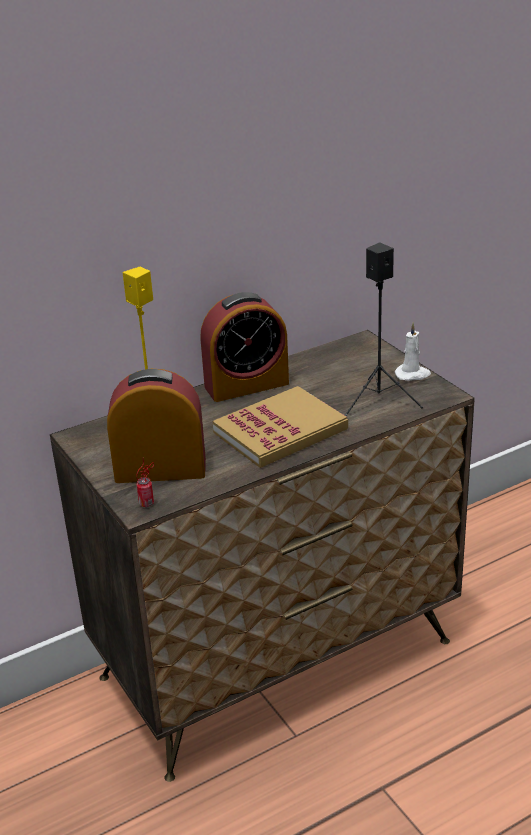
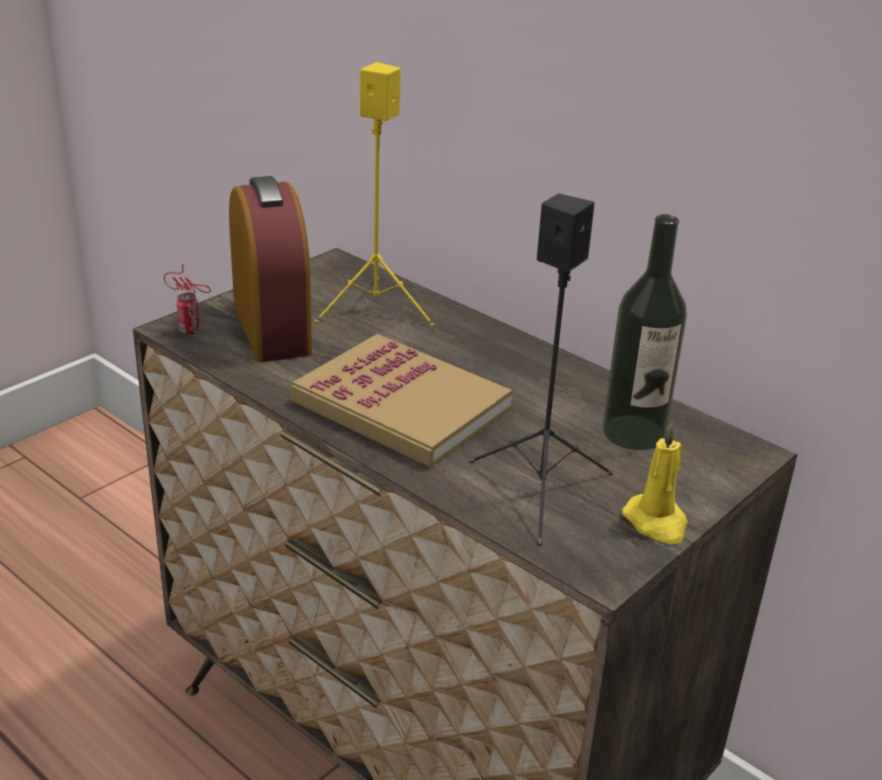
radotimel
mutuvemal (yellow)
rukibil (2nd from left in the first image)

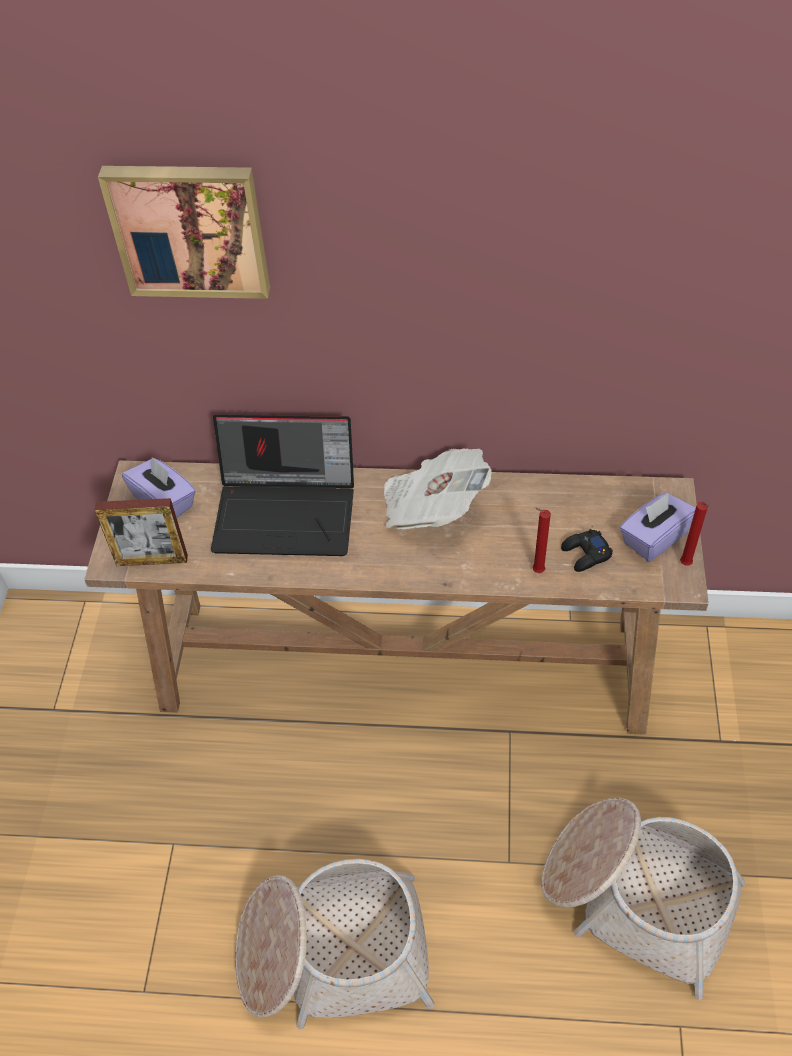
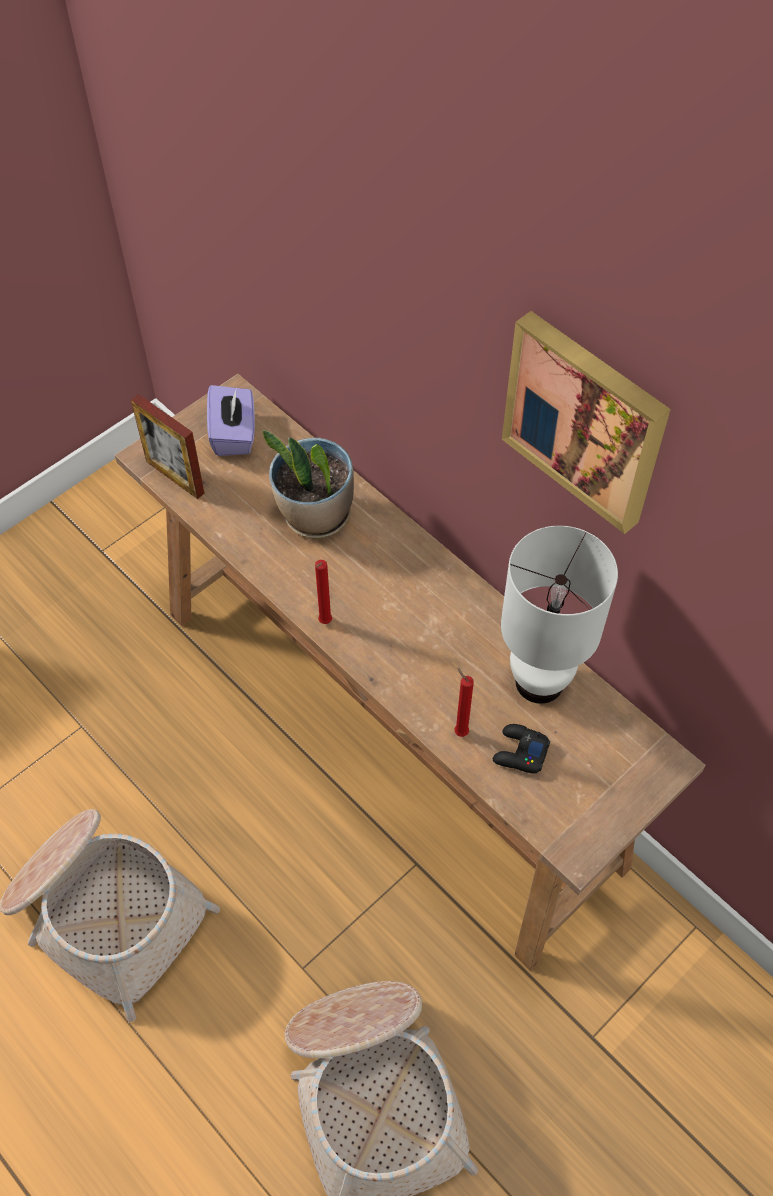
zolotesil
mutuvemal (red) (1st from left)
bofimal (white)
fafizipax
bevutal
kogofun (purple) (2nd from left in the first image)

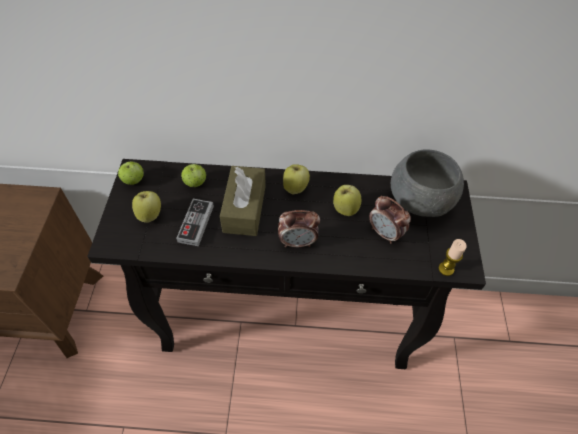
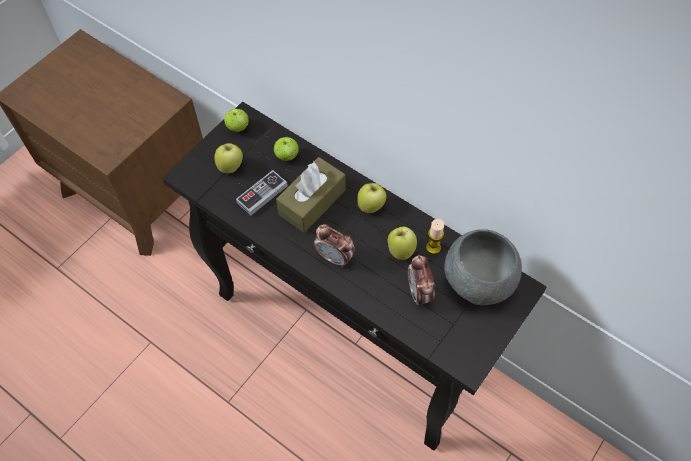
mutuvemal

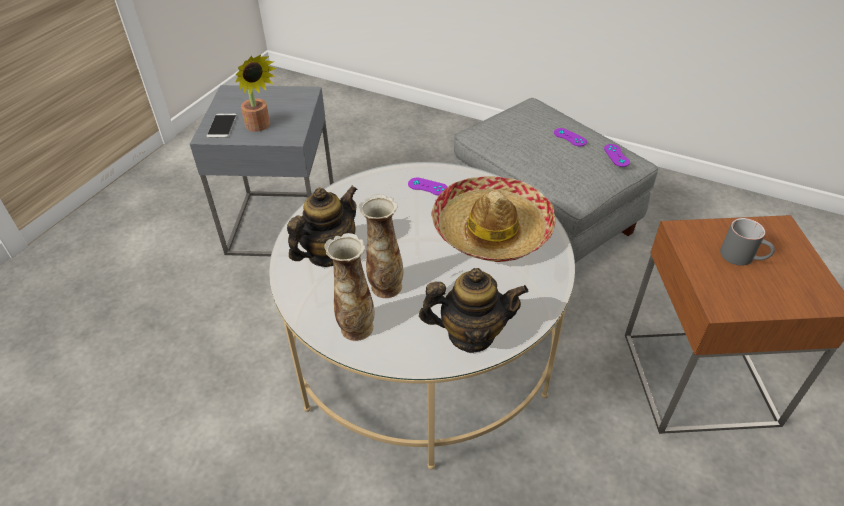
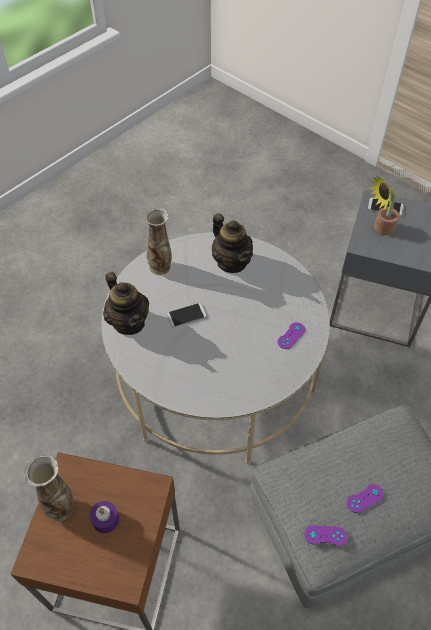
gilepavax (1st from left)
mutuvemal (purple)
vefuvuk (1st from left)
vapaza (1st from left)
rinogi

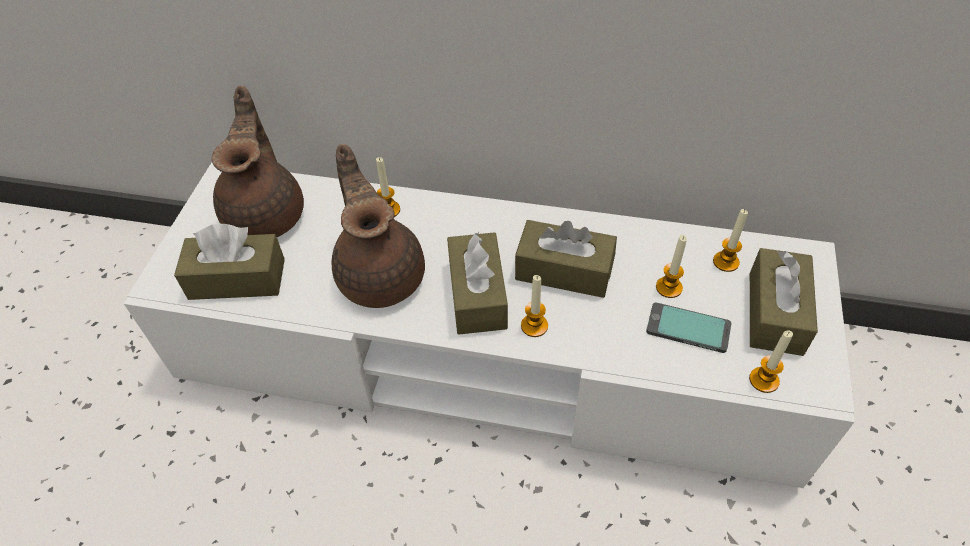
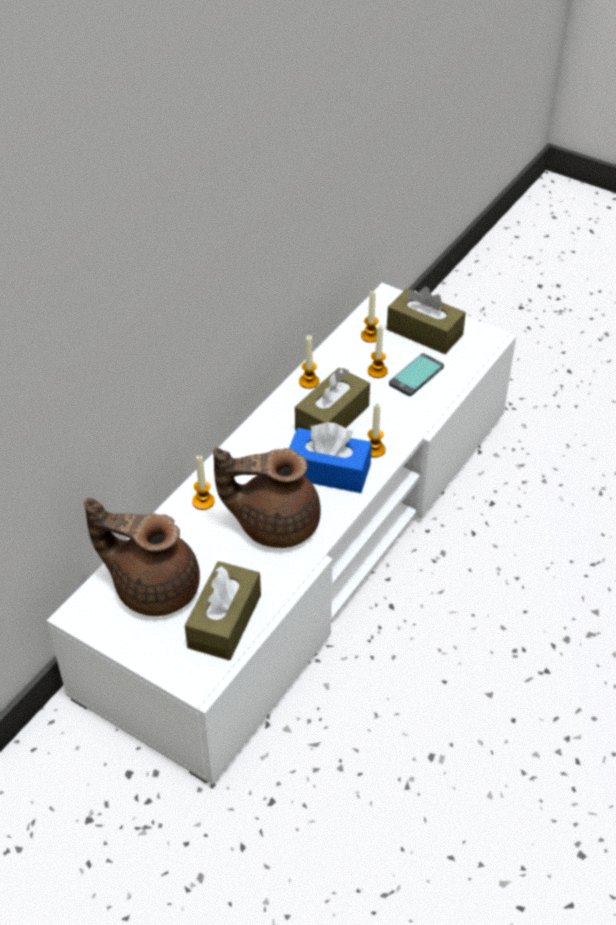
kogofun (blue)
mutuvemal (2nd from left)

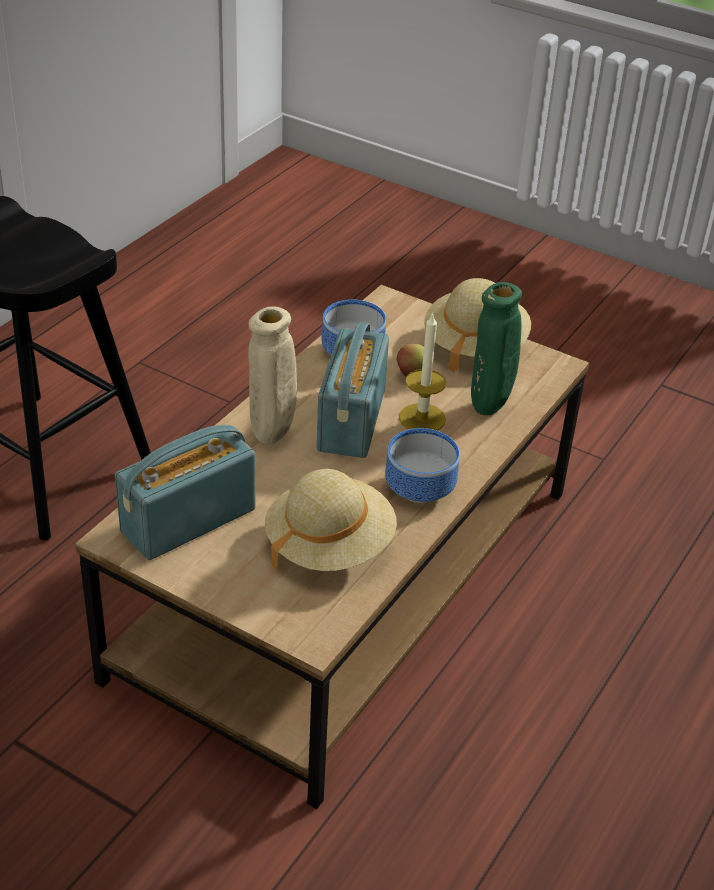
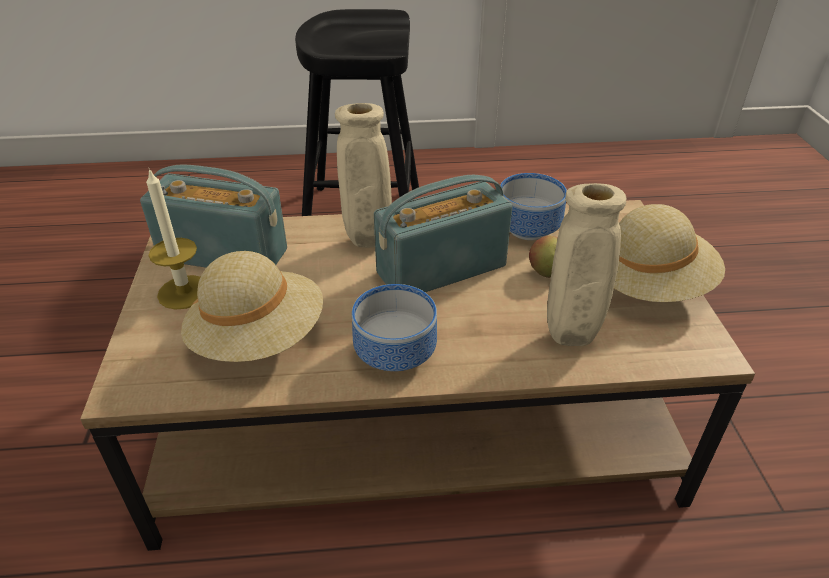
mutuvemal
gilepavax (beige) (2nd from left)

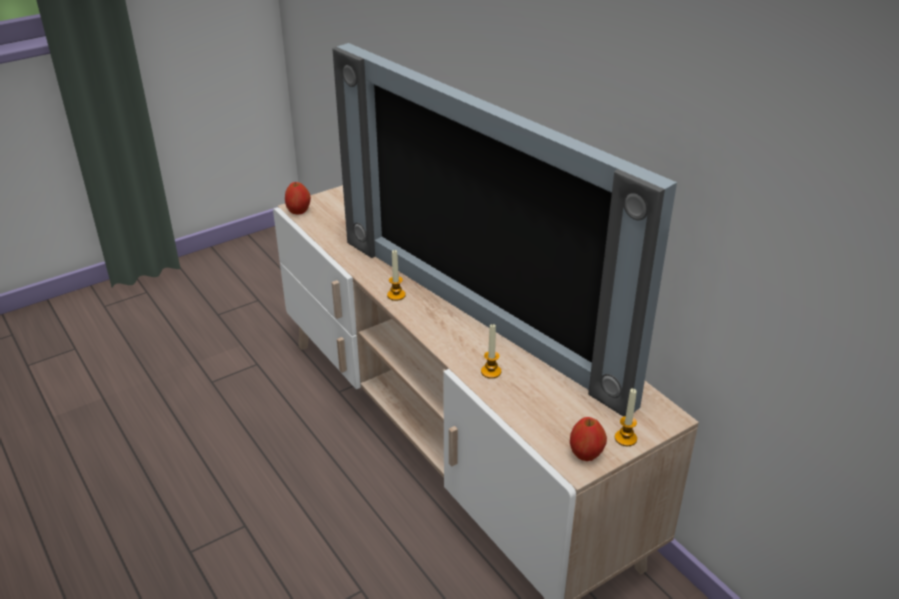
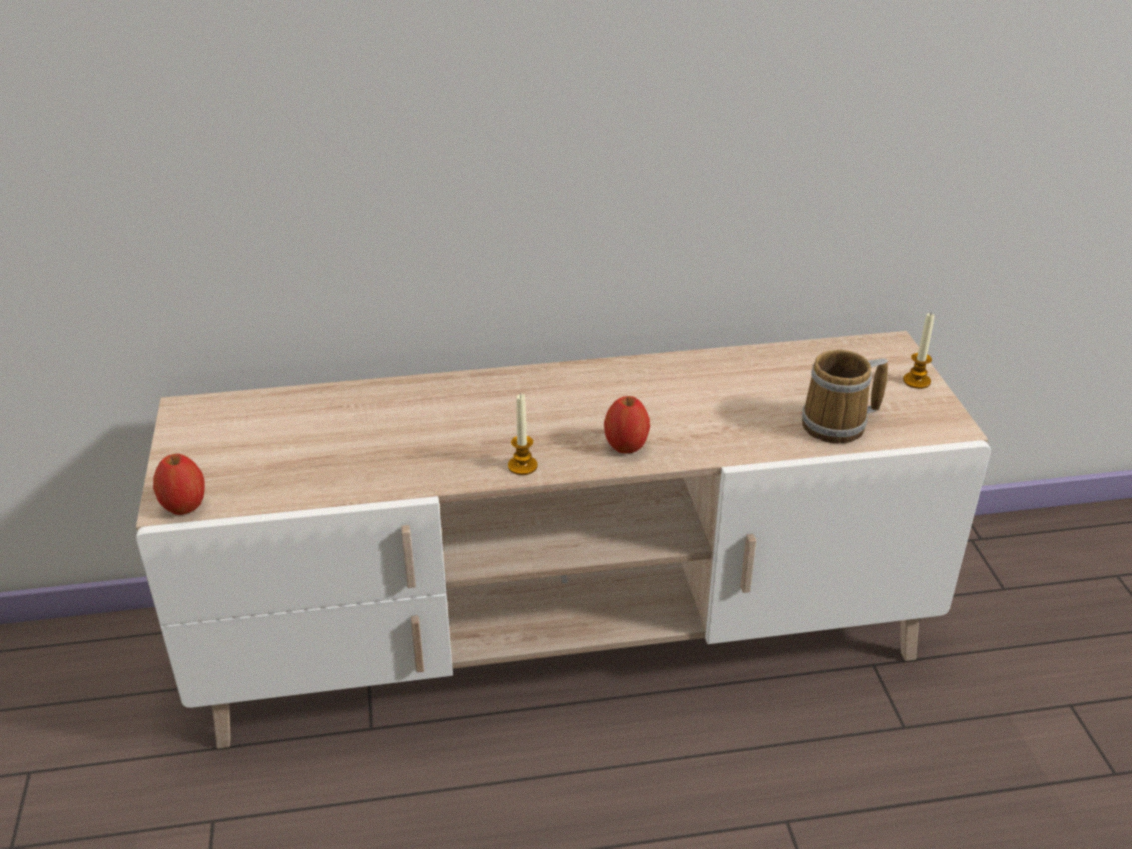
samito (2nd from left)
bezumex
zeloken
mutuvemal (2nd from left in the first image)

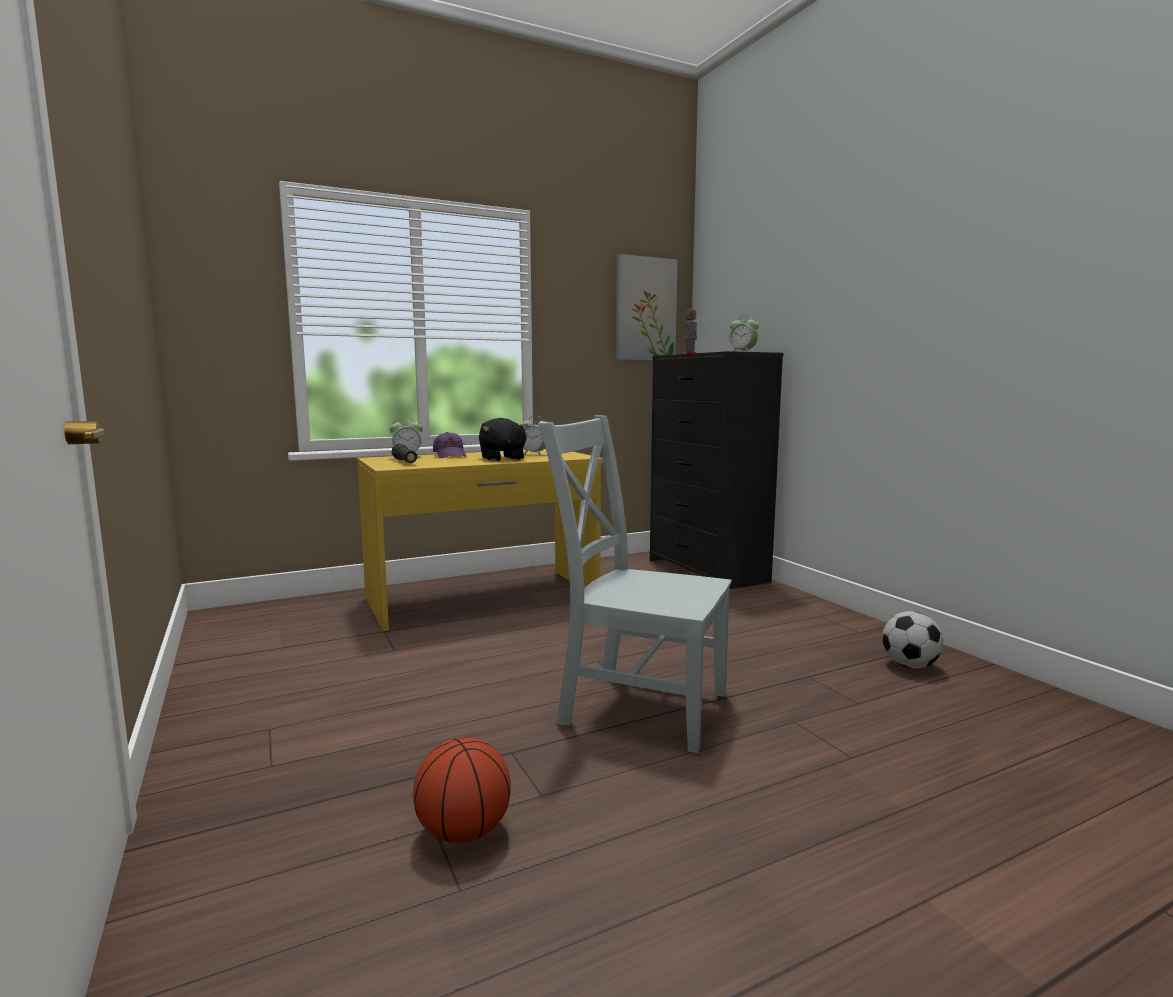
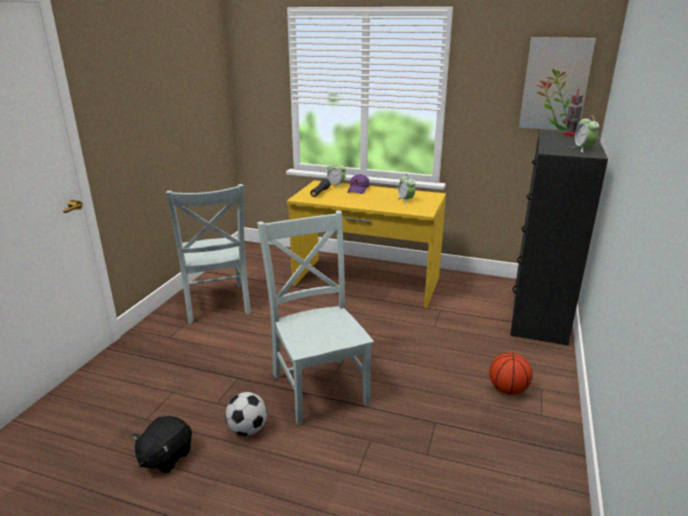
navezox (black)
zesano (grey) (1st from left)
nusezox
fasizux

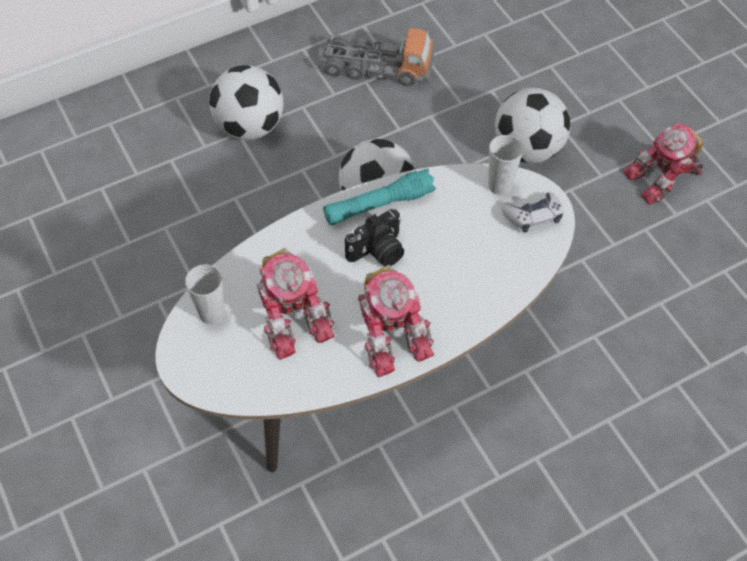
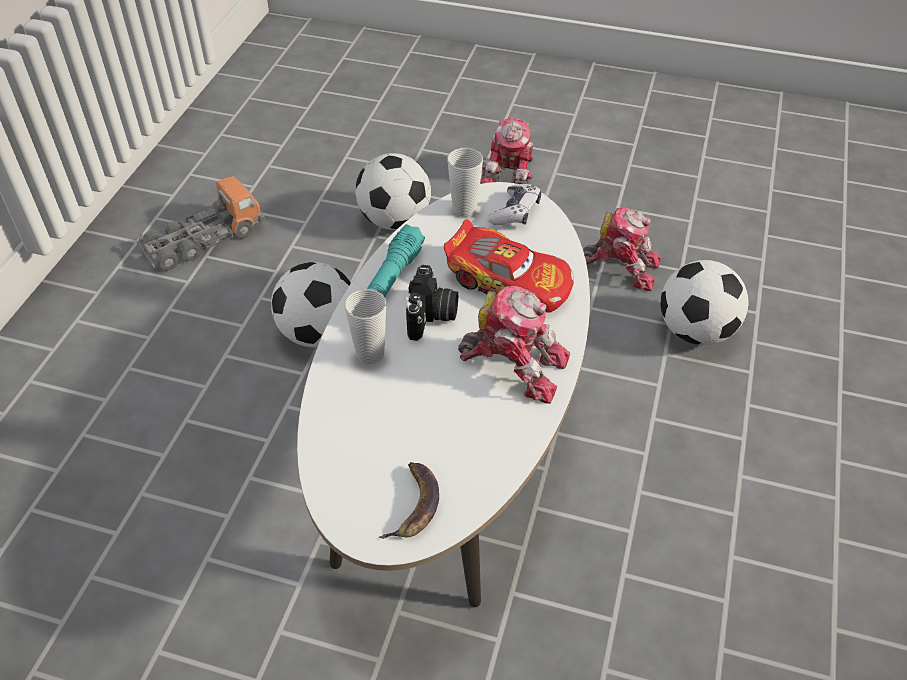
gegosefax (1st from left)
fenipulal
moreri
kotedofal (3rd from left)
nusezox (3rd from left)

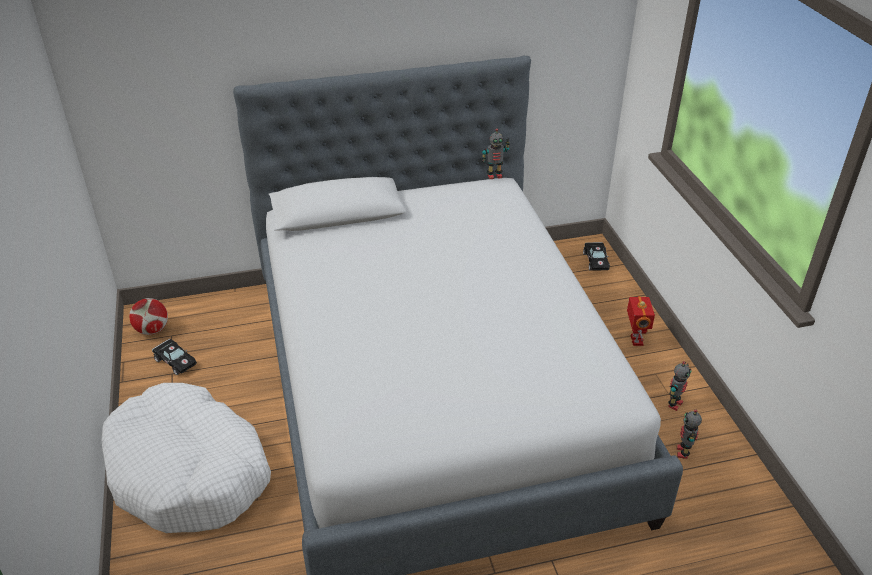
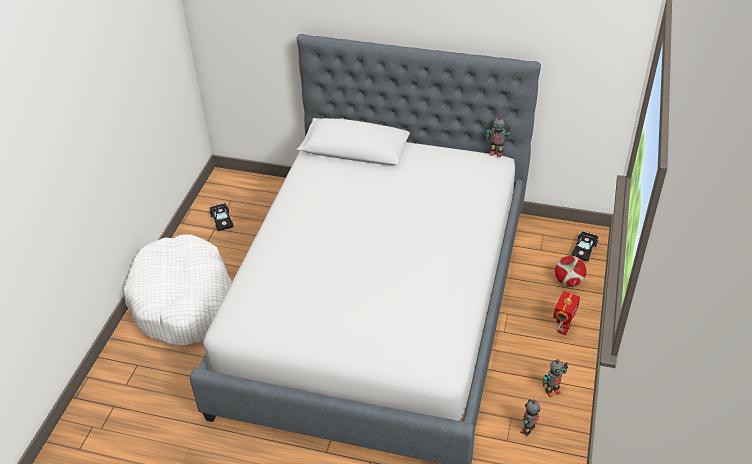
nusezox

